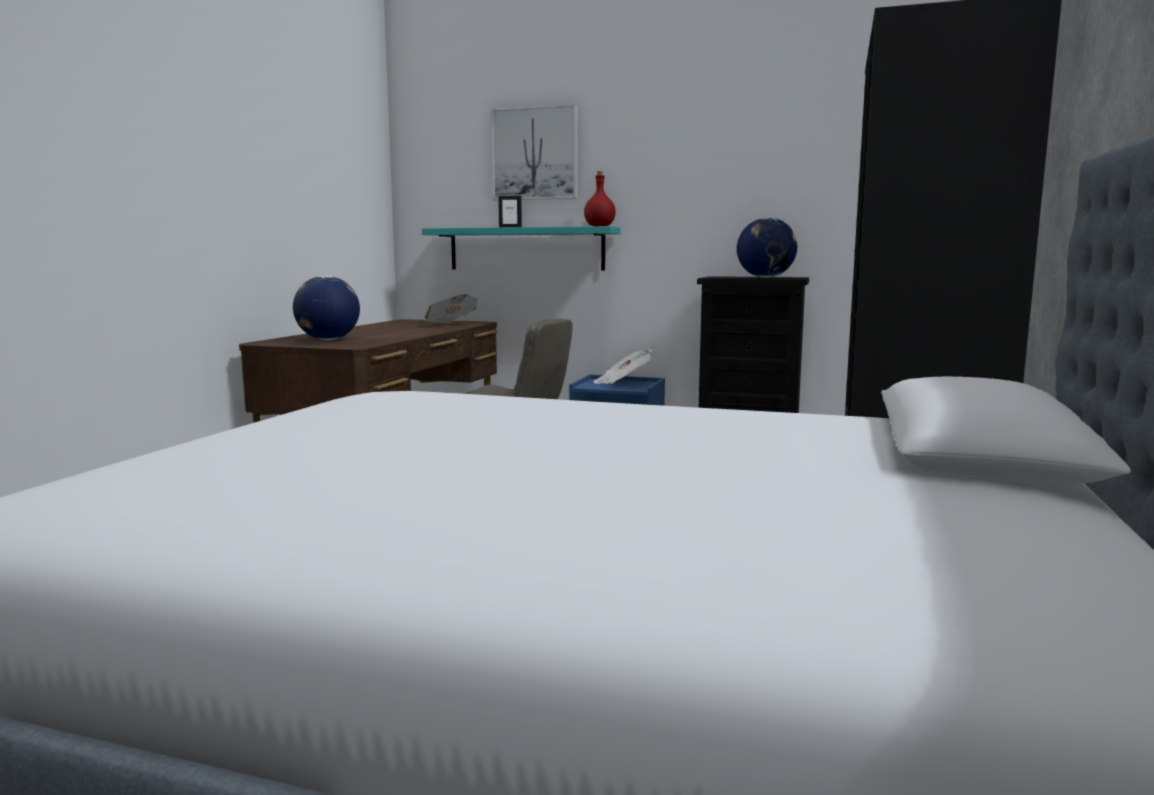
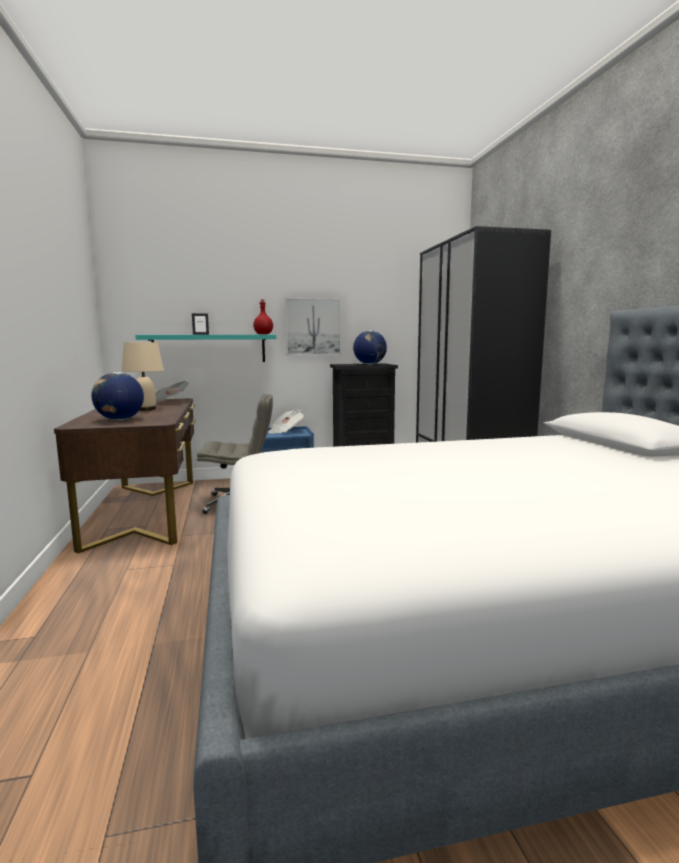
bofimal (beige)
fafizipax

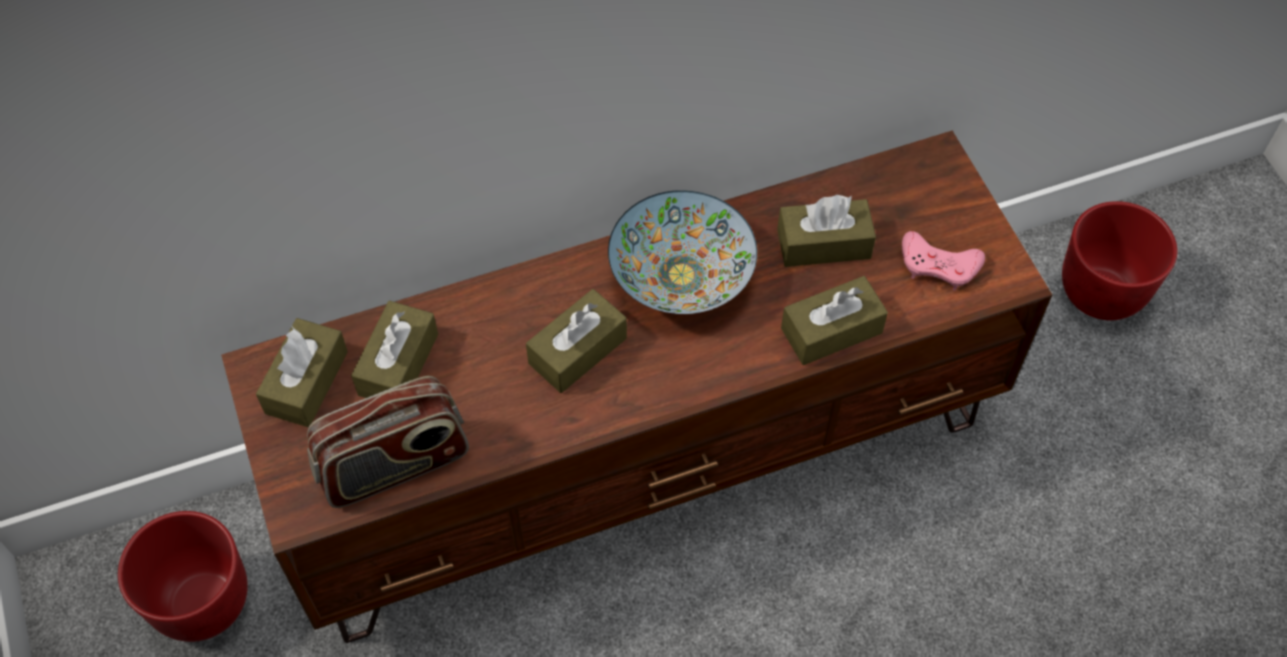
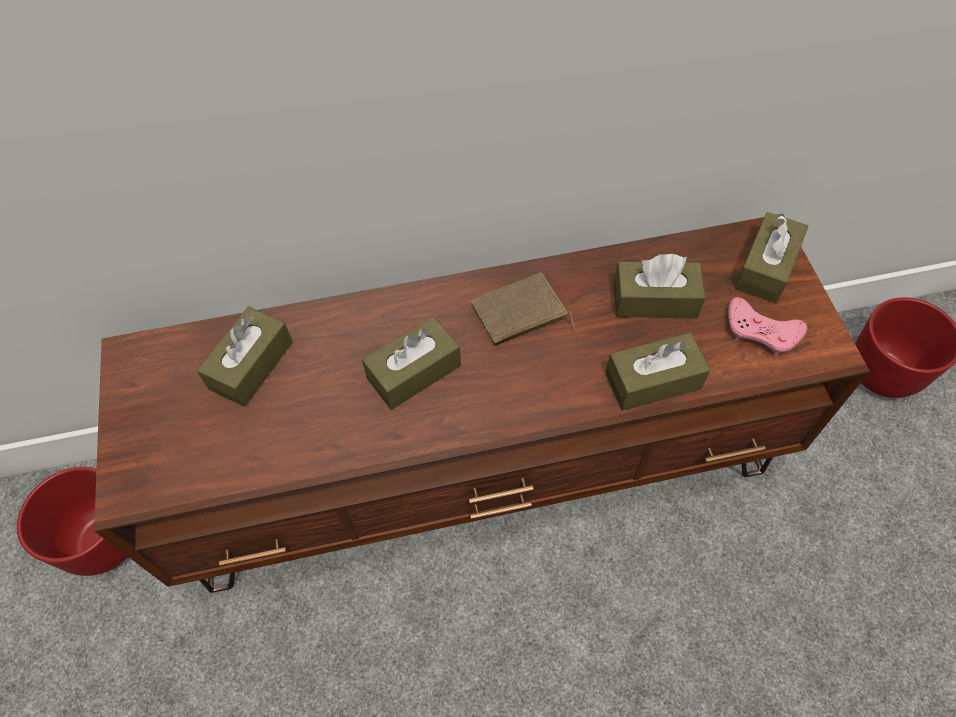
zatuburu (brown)
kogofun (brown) (5th from left)
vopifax

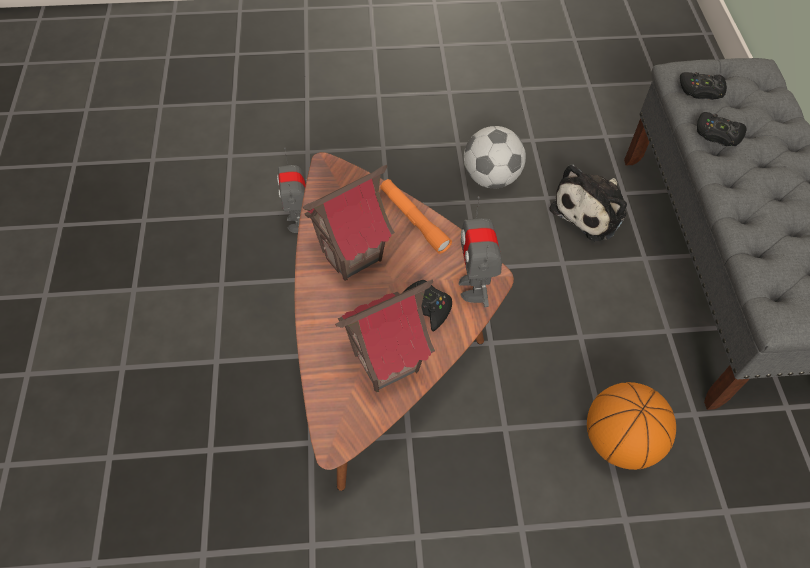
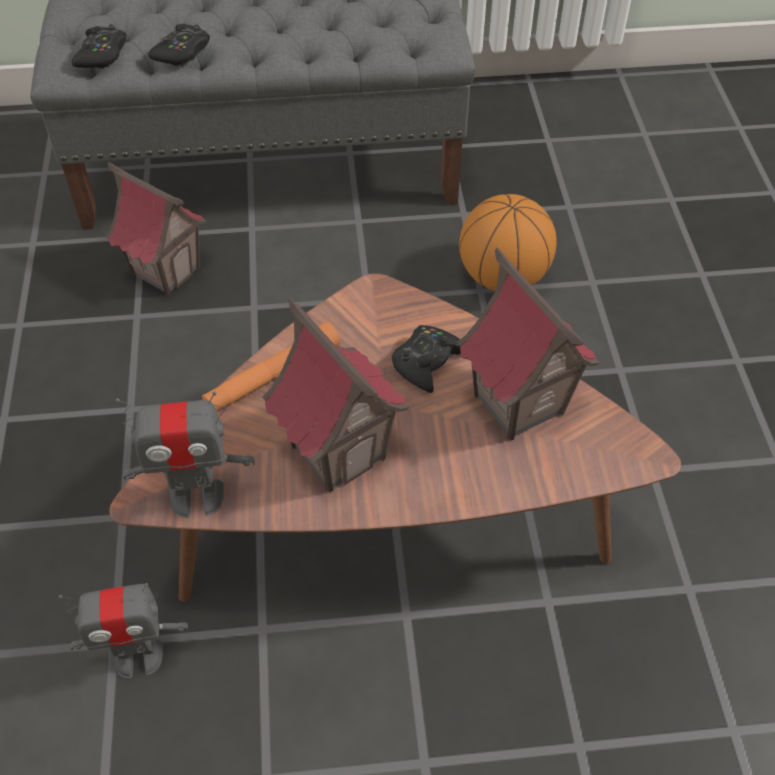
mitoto (1st from left)
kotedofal (2nd from left)
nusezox

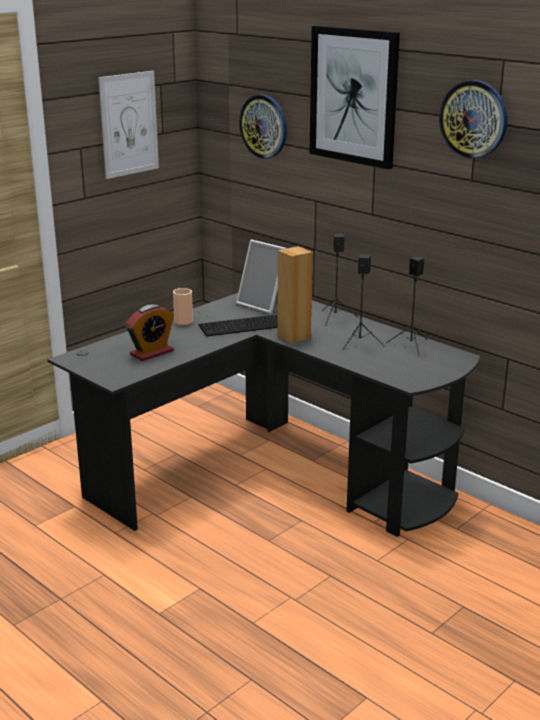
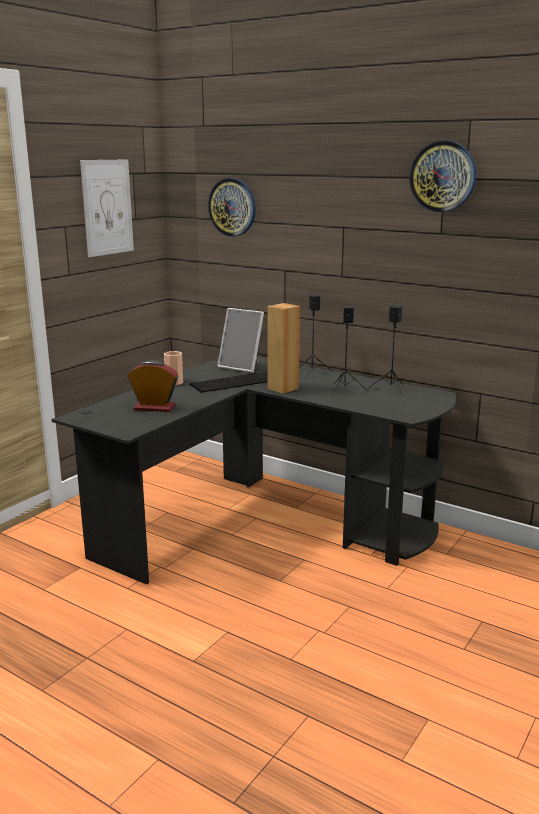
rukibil
fafizipax (2nd from left in the first image)

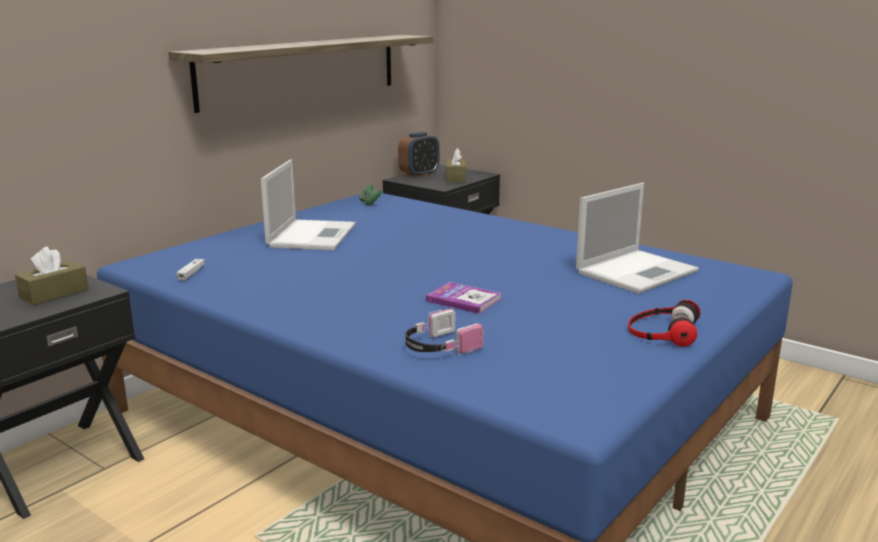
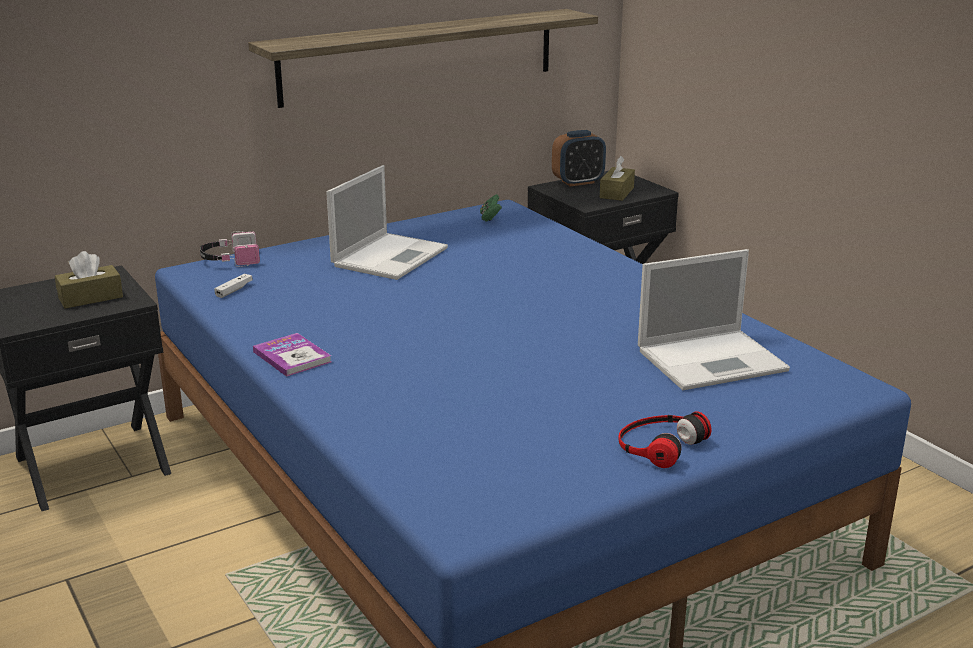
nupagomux (1st from left)
zatuburu

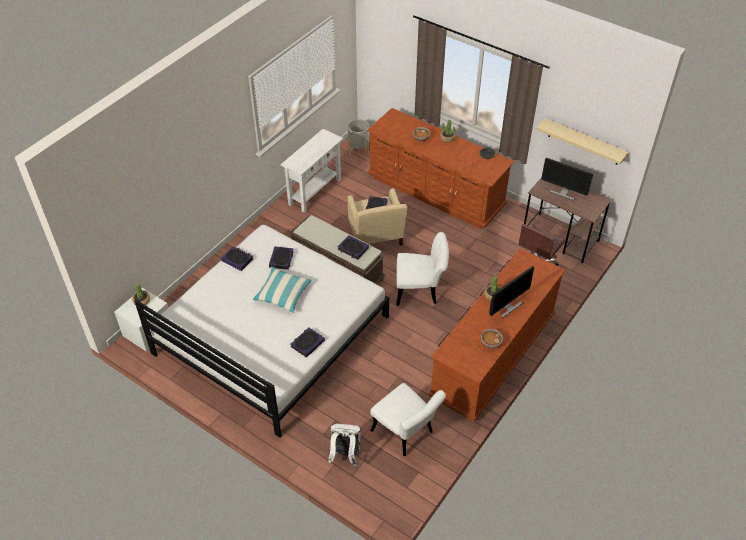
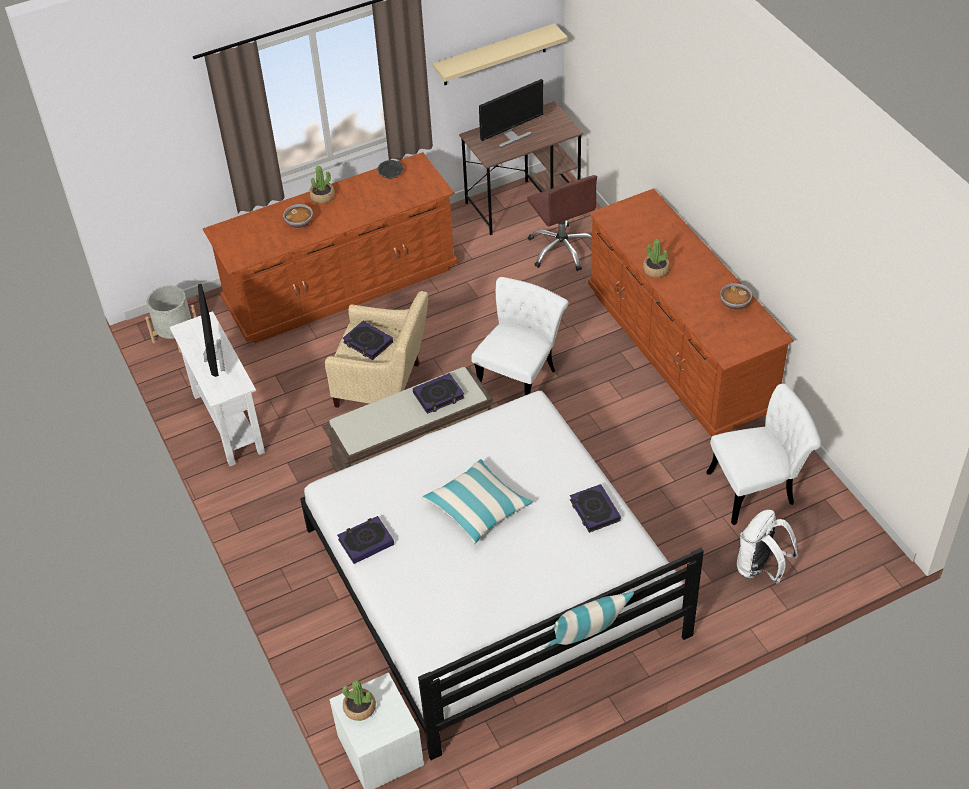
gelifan (1st from left)
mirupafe (2nd from left)
zatuburu (2nd from left in the first image)

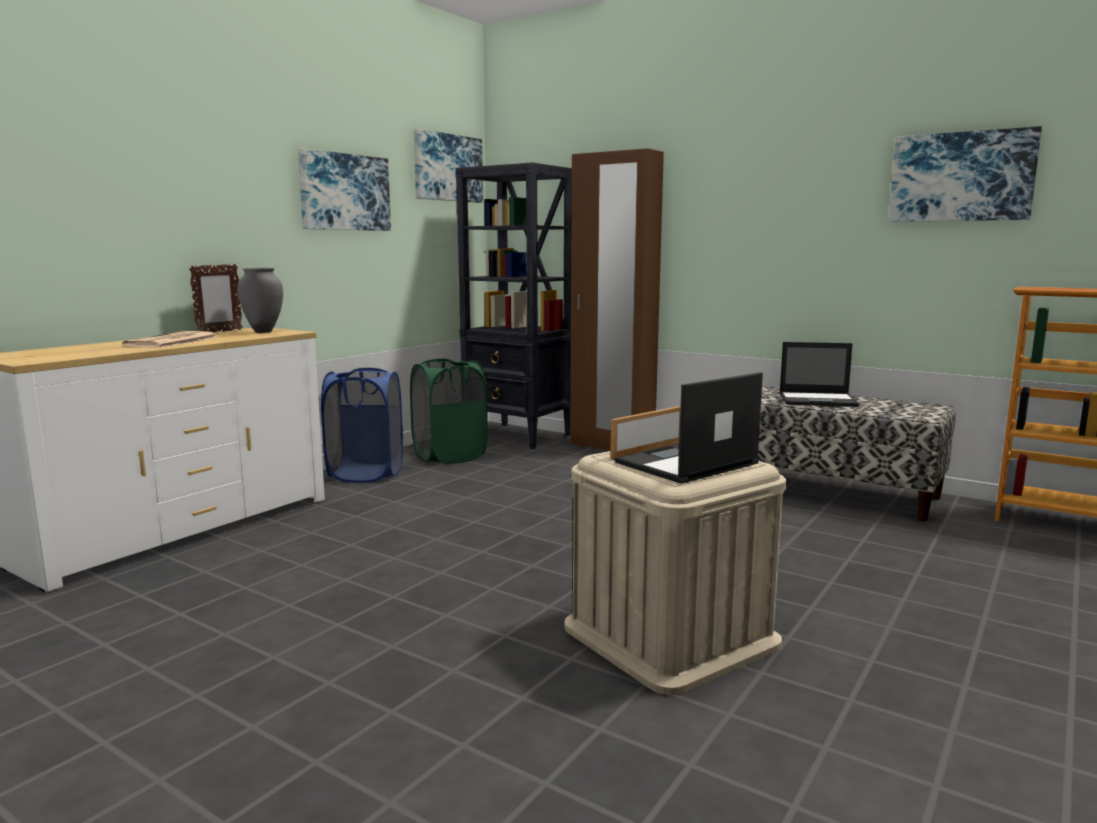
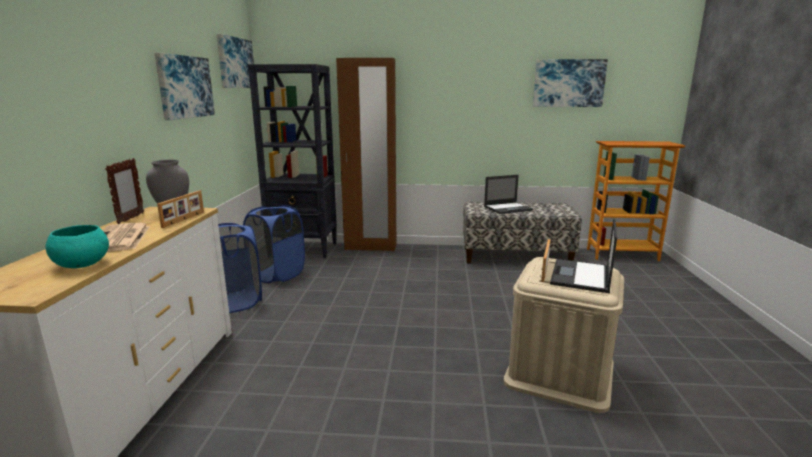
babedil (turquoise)
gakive (2nd from left)
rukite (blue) (2nd from left)

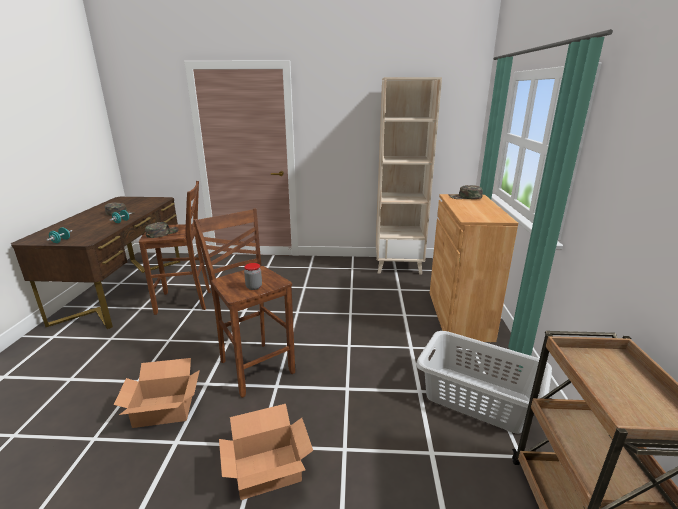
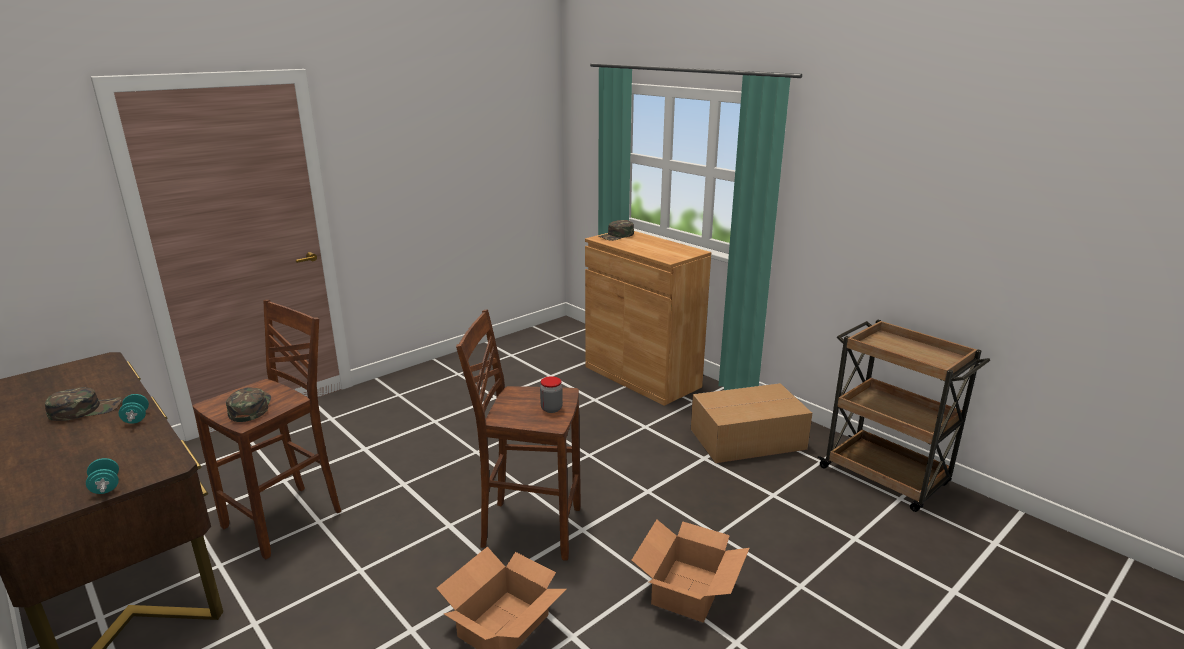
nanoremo (3rd from left)
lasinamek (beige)

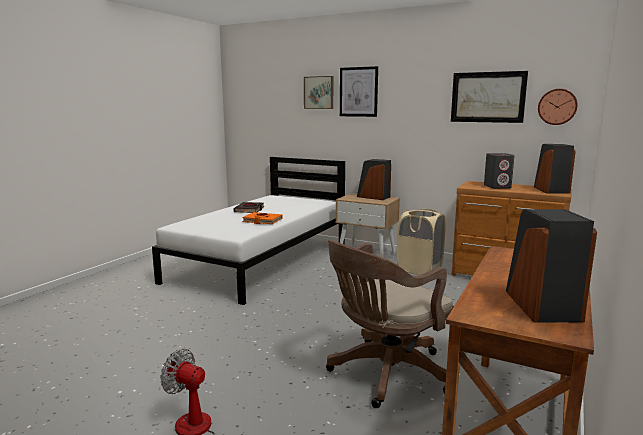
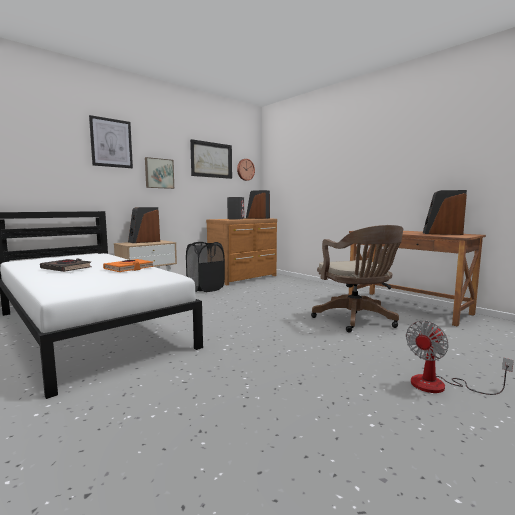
fafizipax (2nd from left)
rukite (black)

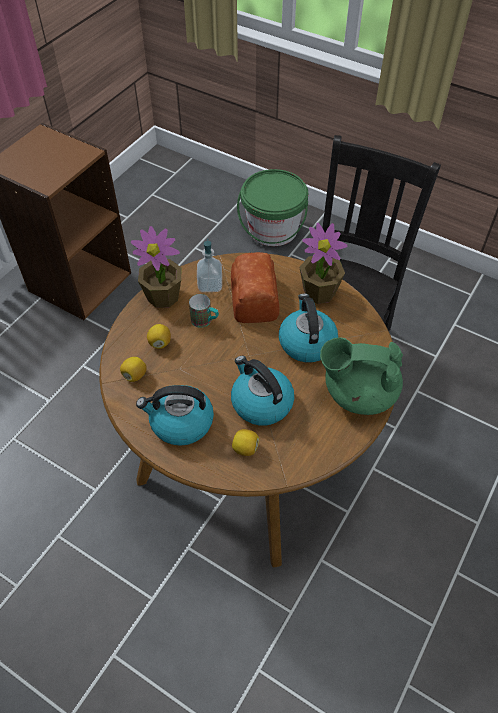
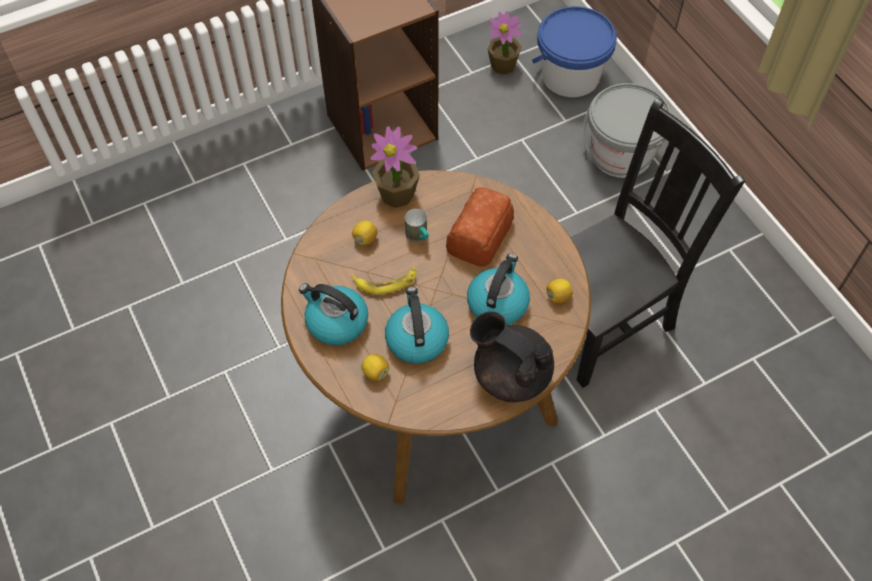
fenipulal
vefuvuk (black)
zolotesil (2nd from left)
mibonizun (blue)
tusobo (3rd from left)
mibonizun (grey)
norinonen

